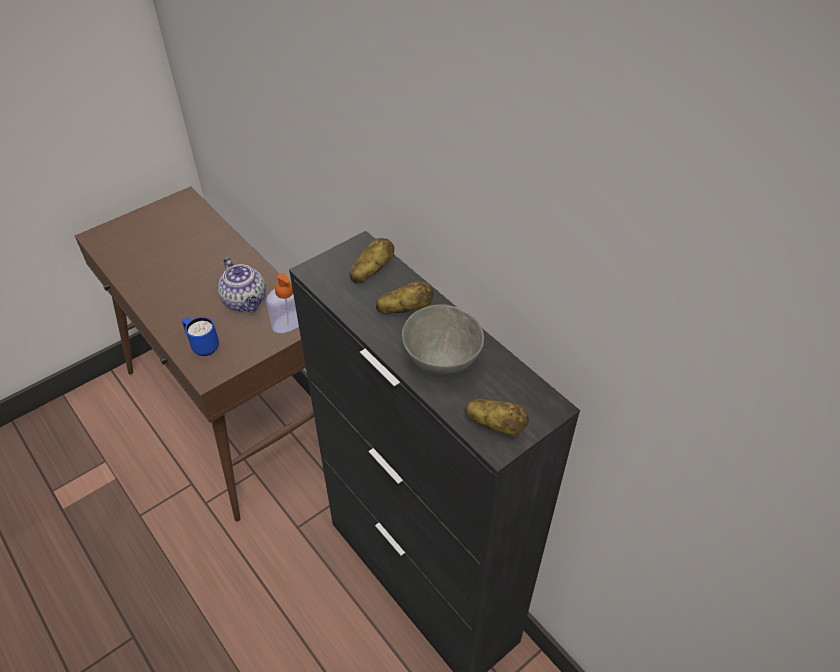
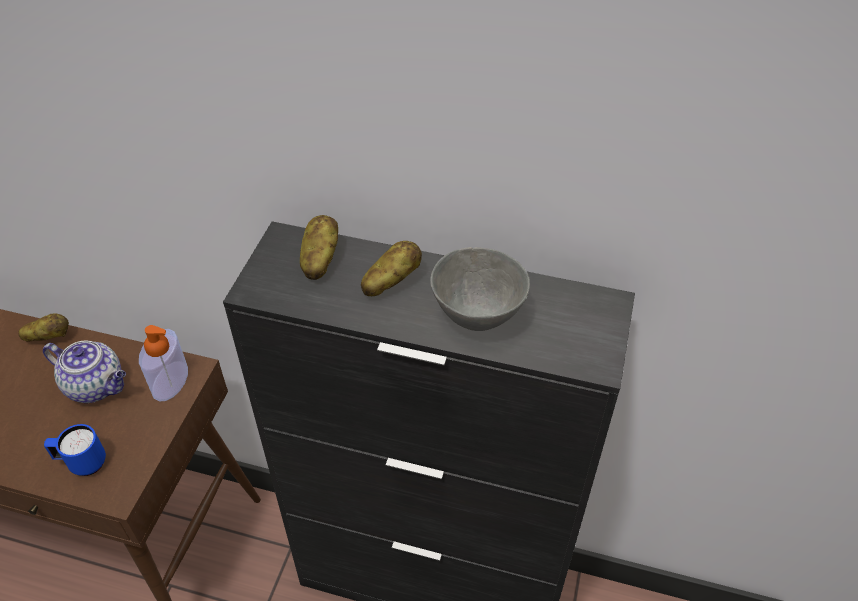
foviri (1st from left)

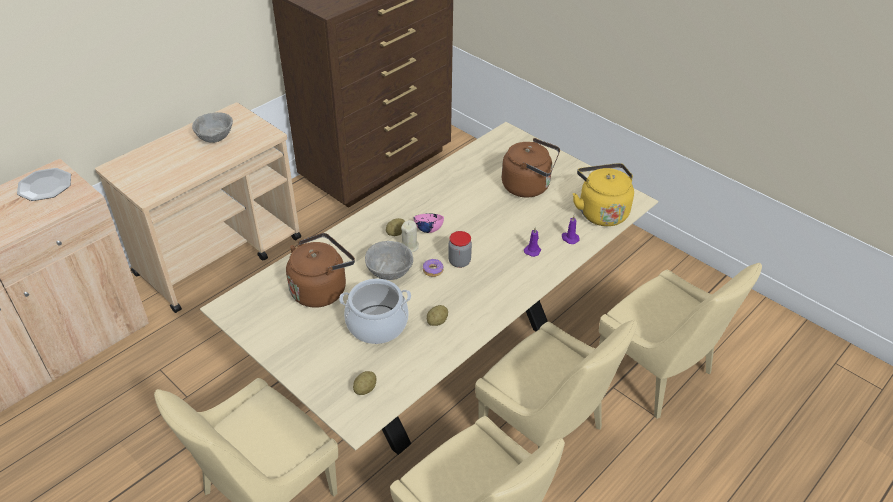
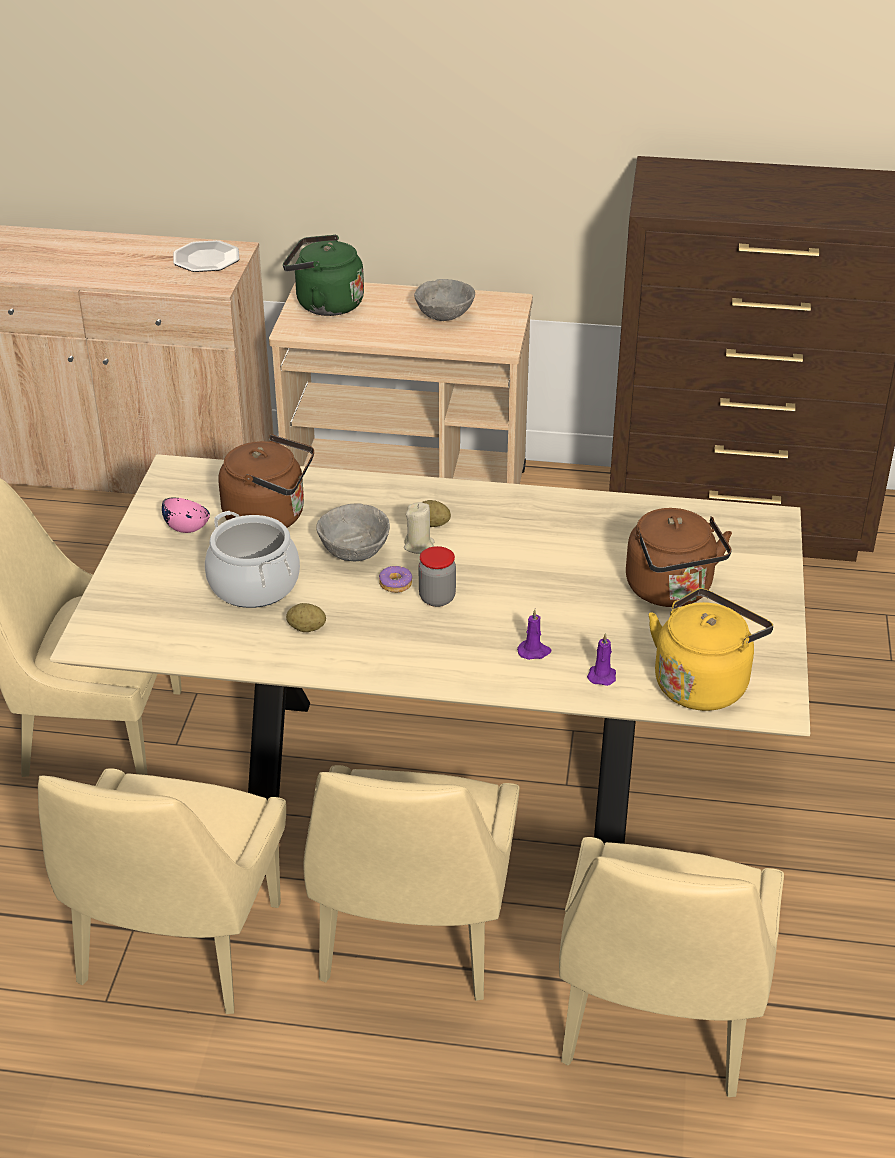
foviri (1st from left in the first image); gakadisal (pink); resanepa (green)

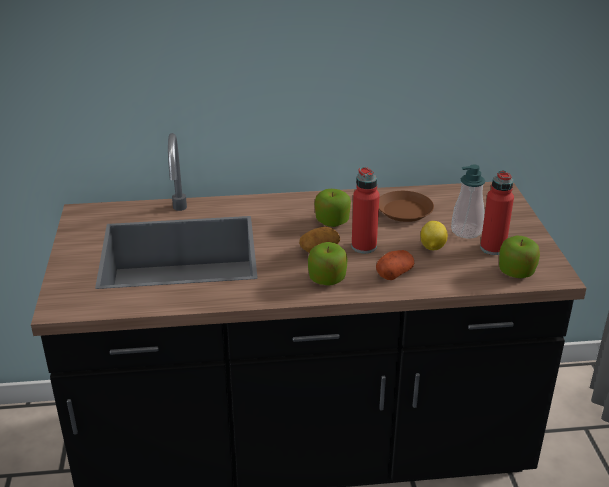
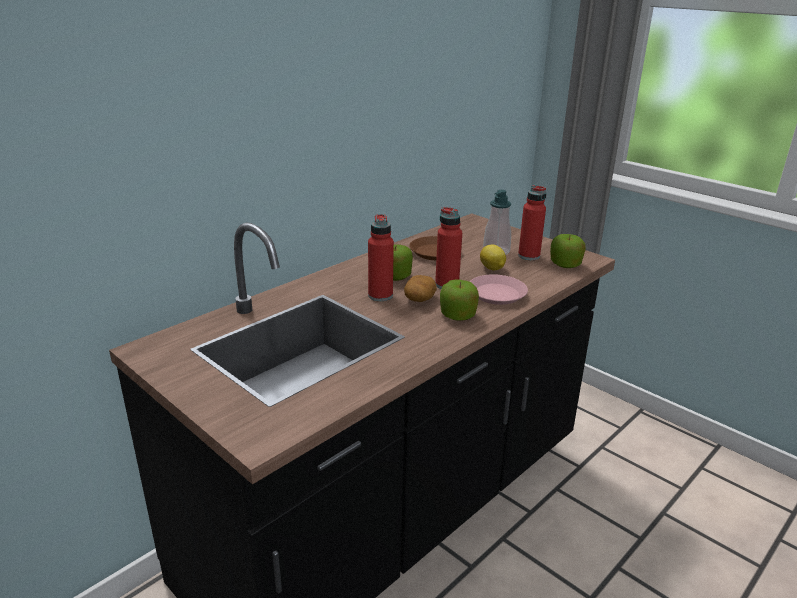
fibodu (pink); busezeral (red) (1st from left)

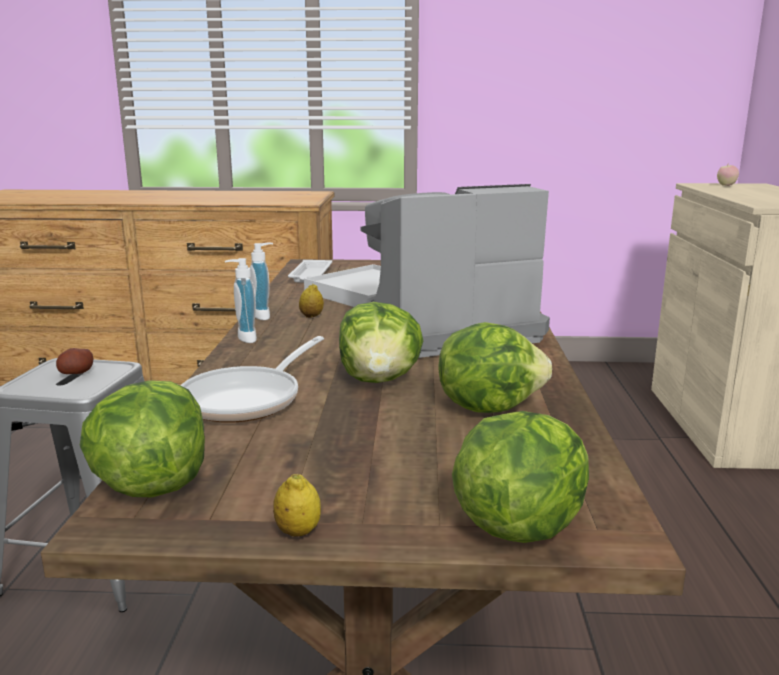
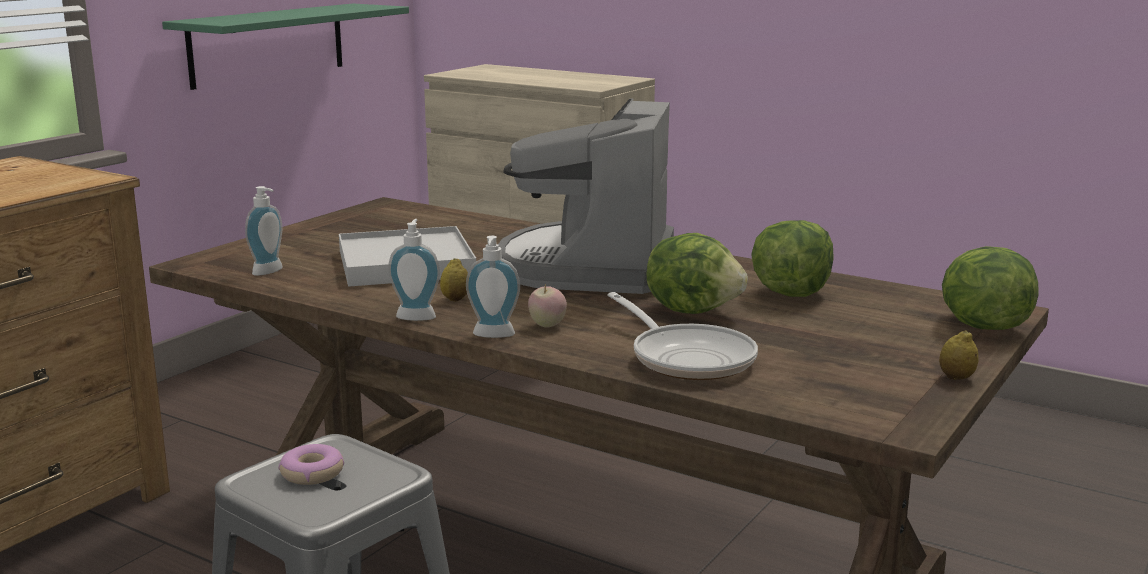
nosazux; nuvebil (1st from left in the first image); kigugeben (1st from left); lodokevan; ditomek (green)

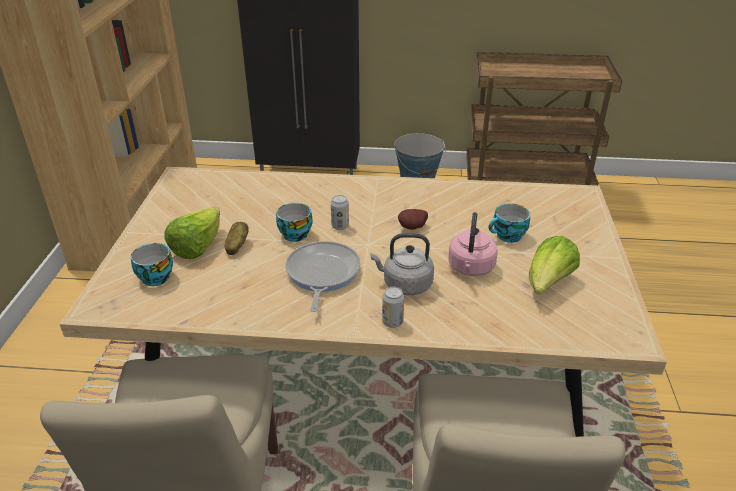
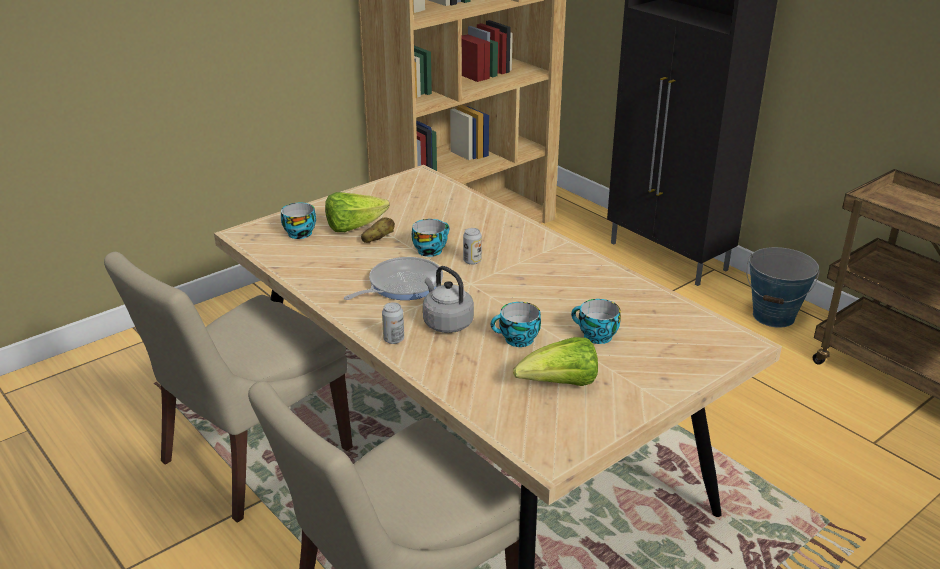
foviri (2nd from left in the first image); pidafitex (3rd from left)

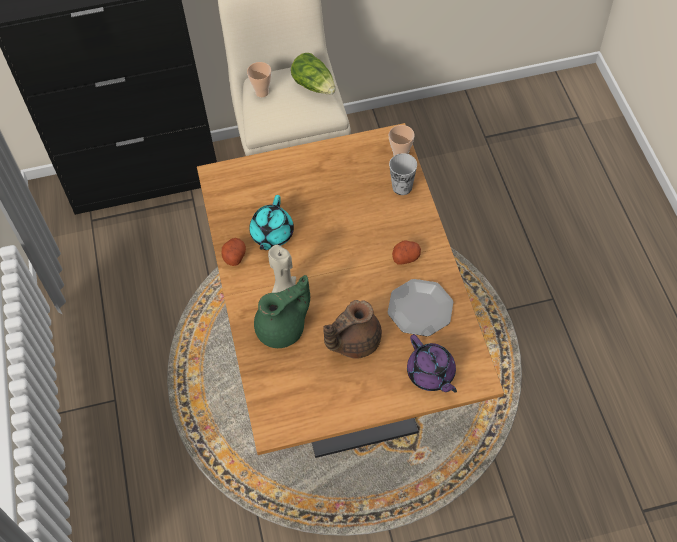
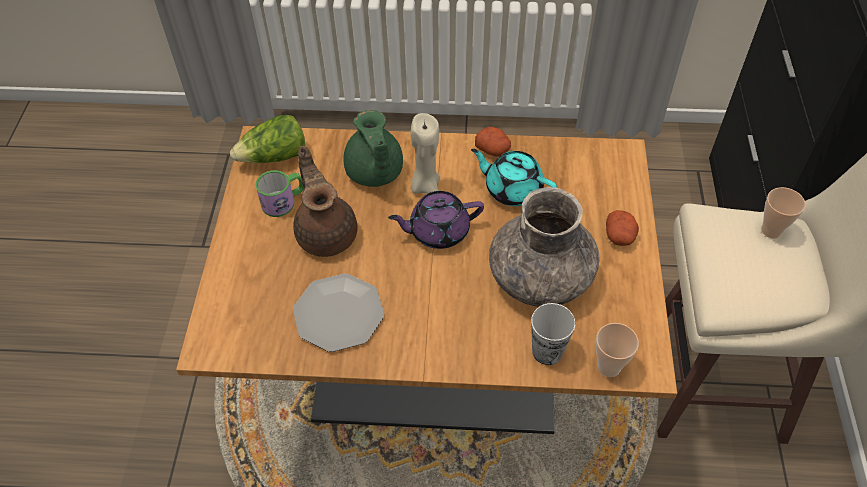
nuvebil; foviri (2nd from left); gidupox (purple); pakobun; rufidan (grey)

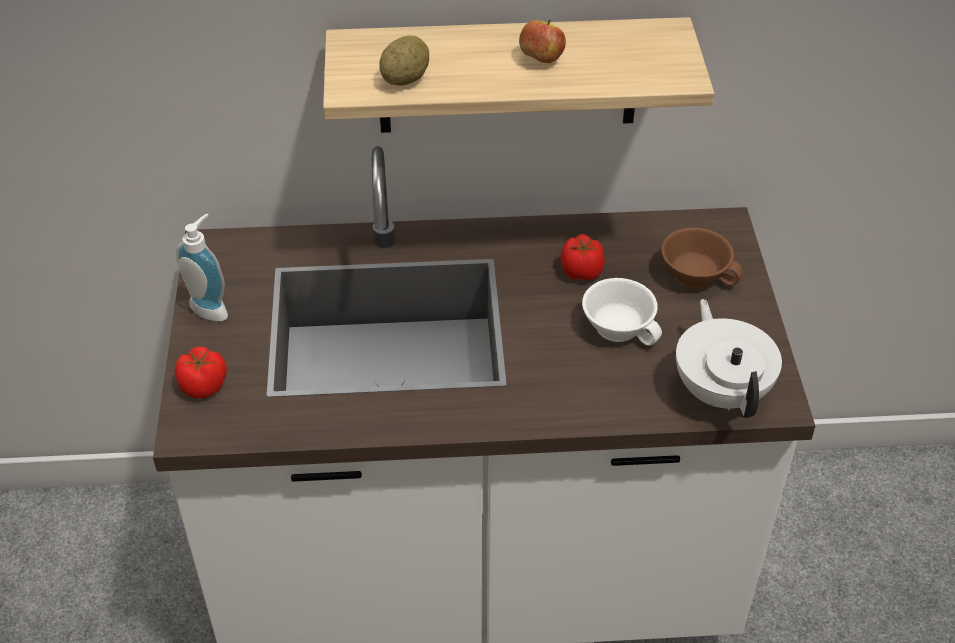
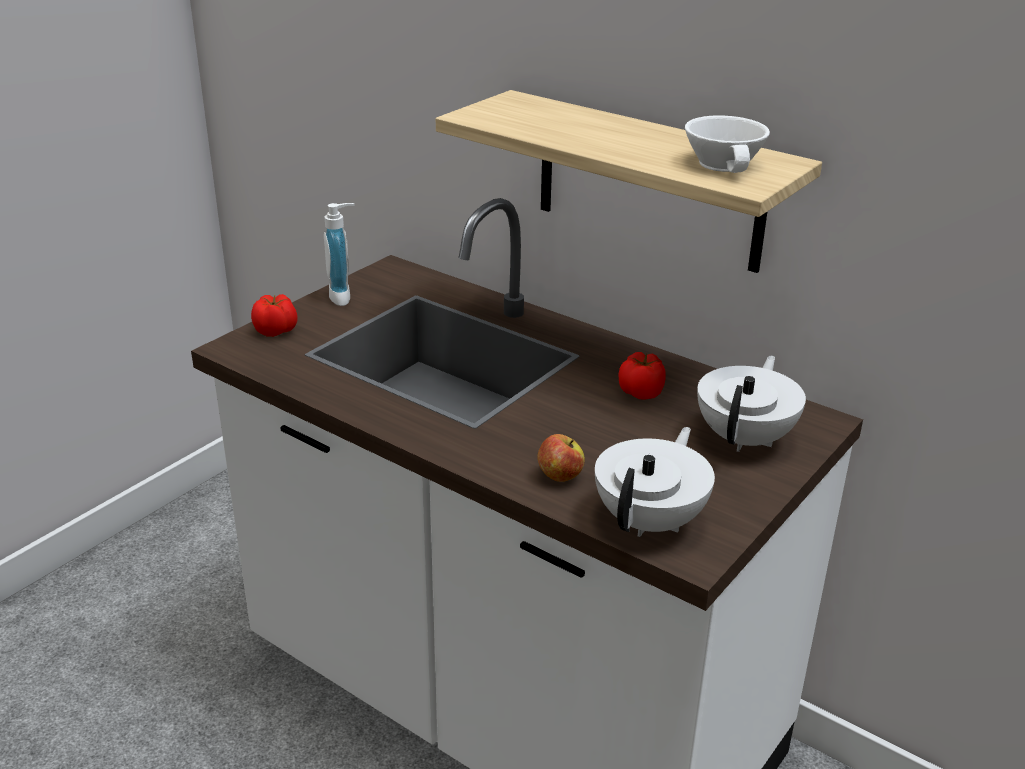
foviri; lodokevan; pidafitex (white); gidupox (white) (2nd from left)

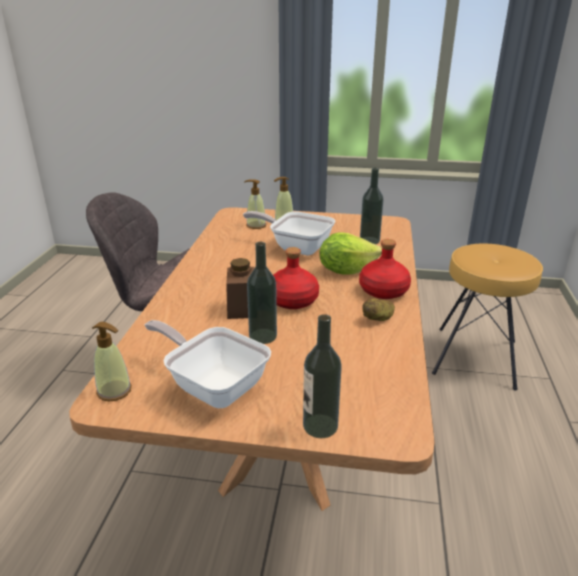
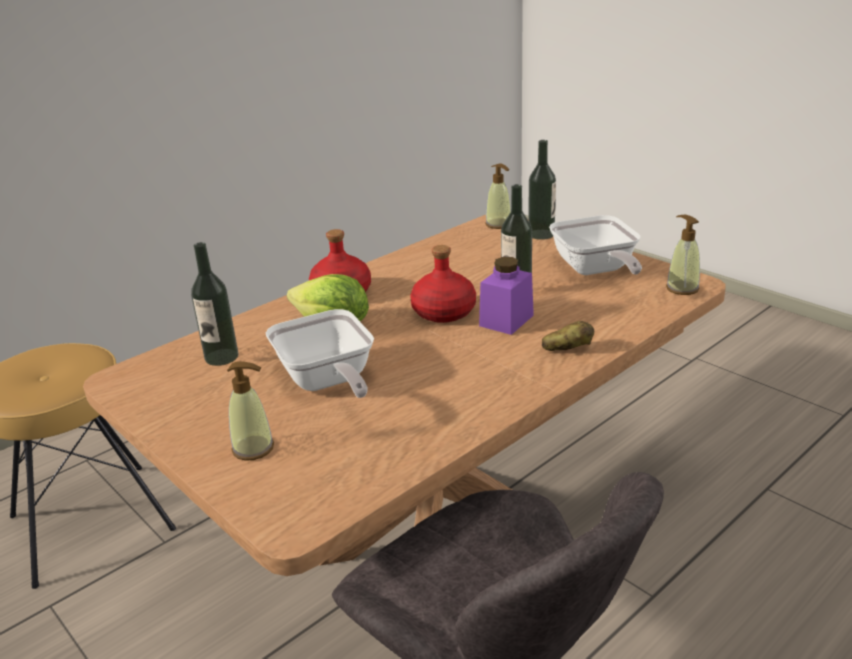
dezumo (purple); kigugeben (2nd from left); foviri

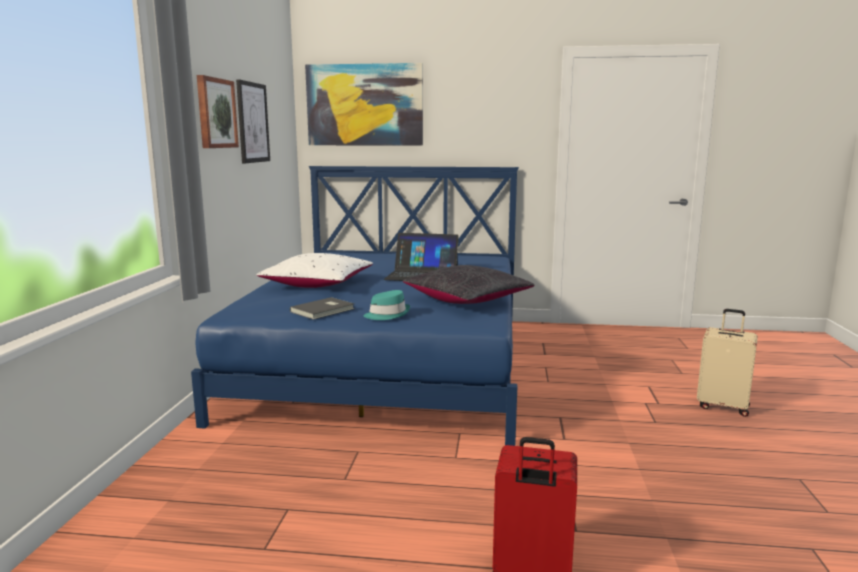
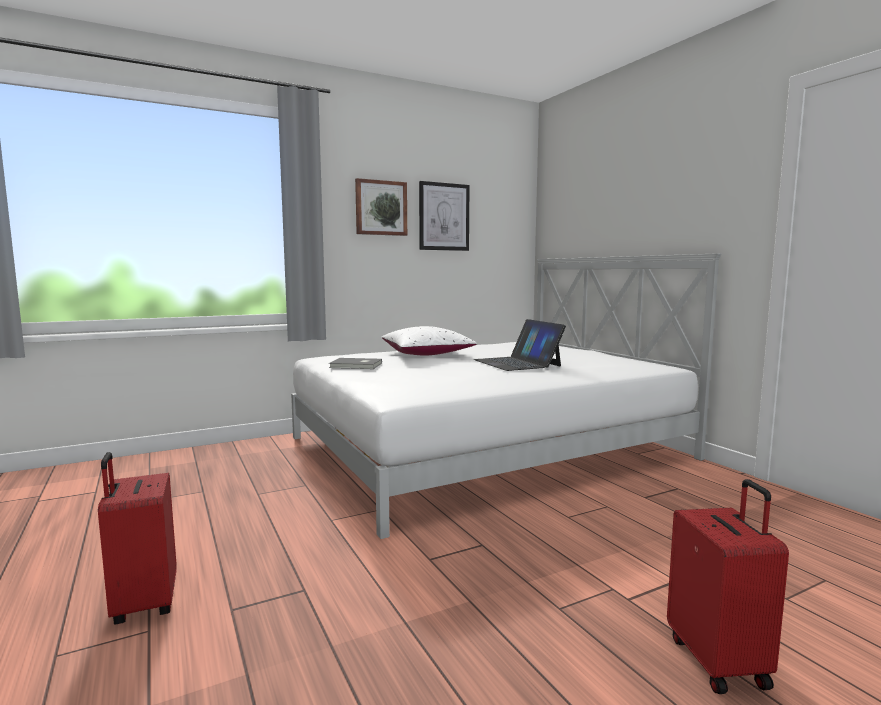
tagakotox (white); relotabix (3rd from left in the first image); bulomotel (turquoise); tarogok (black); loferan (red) (2nd from left)

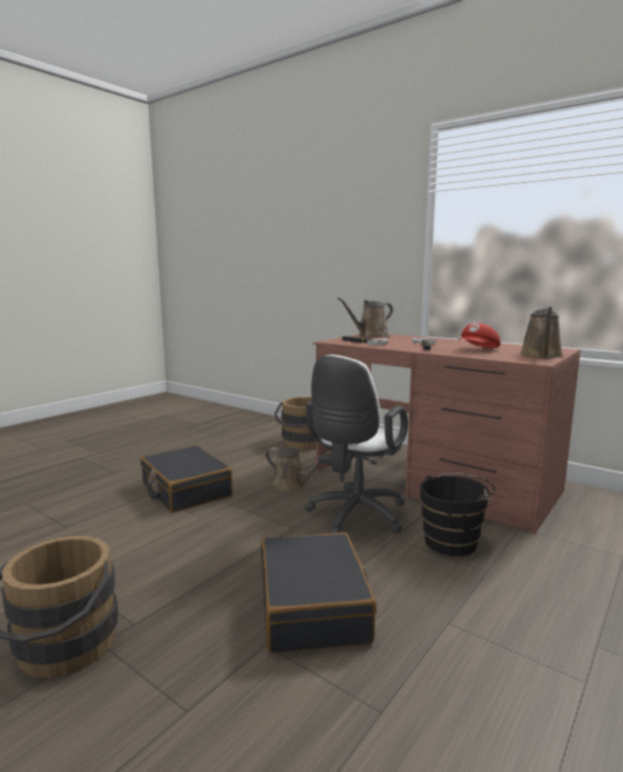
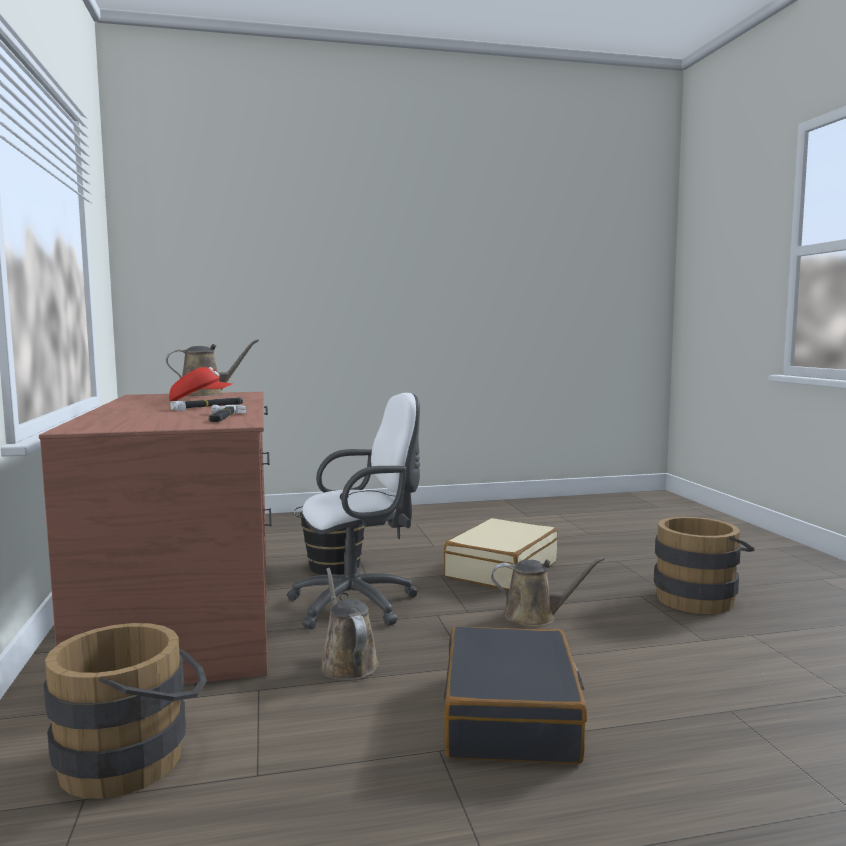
loferan (beige); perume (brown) (3rd from left)

